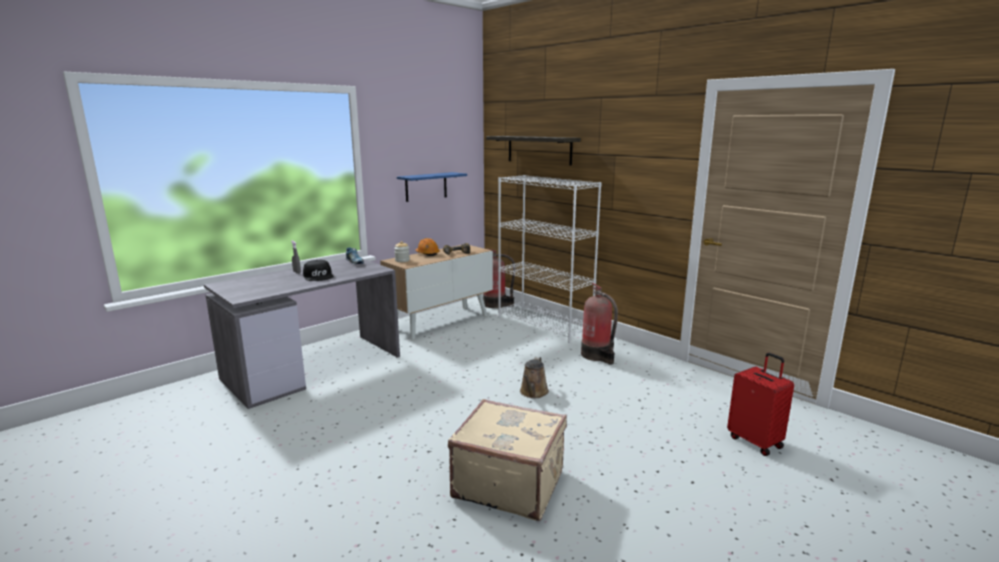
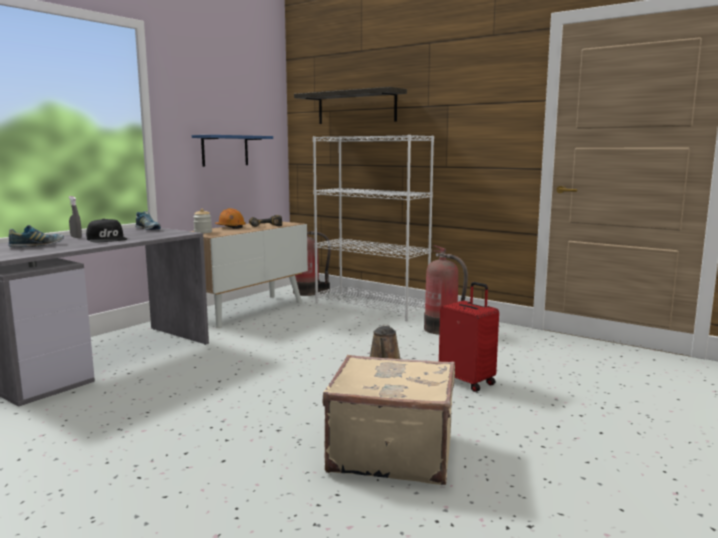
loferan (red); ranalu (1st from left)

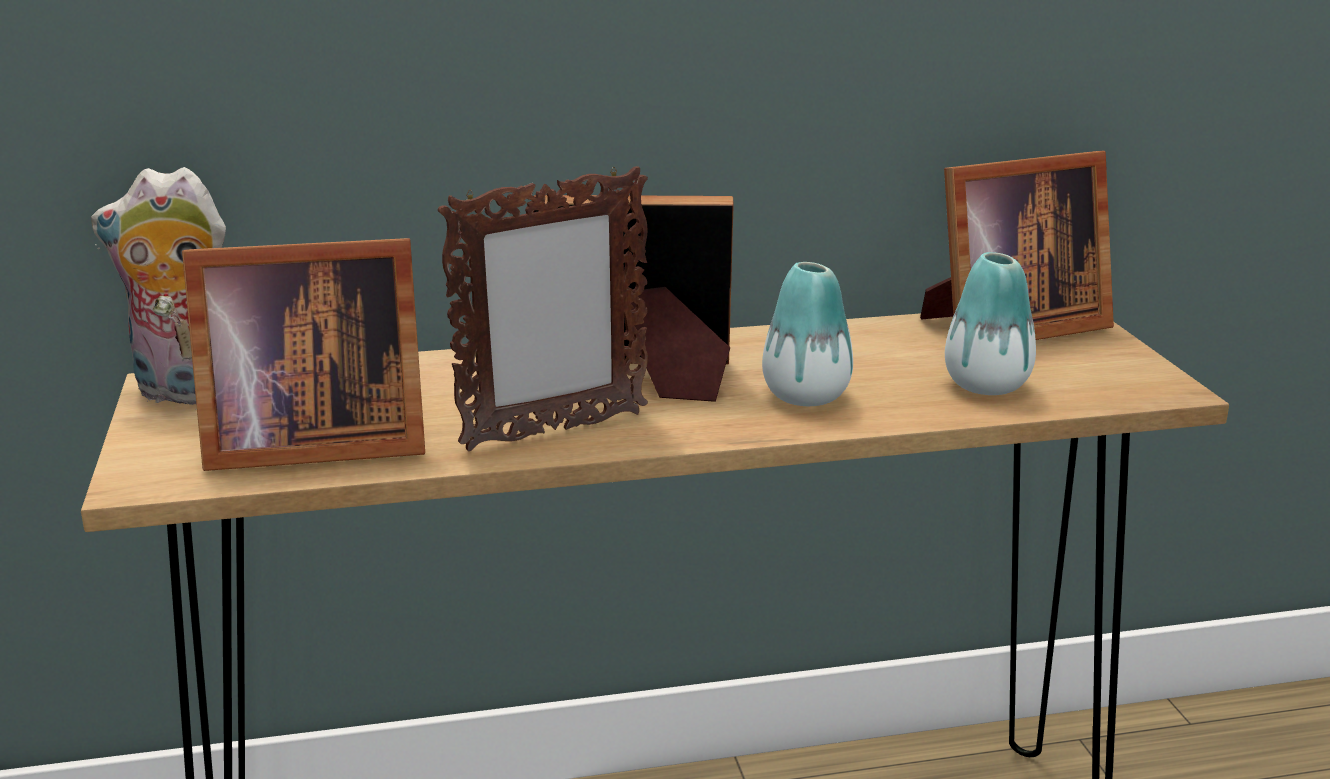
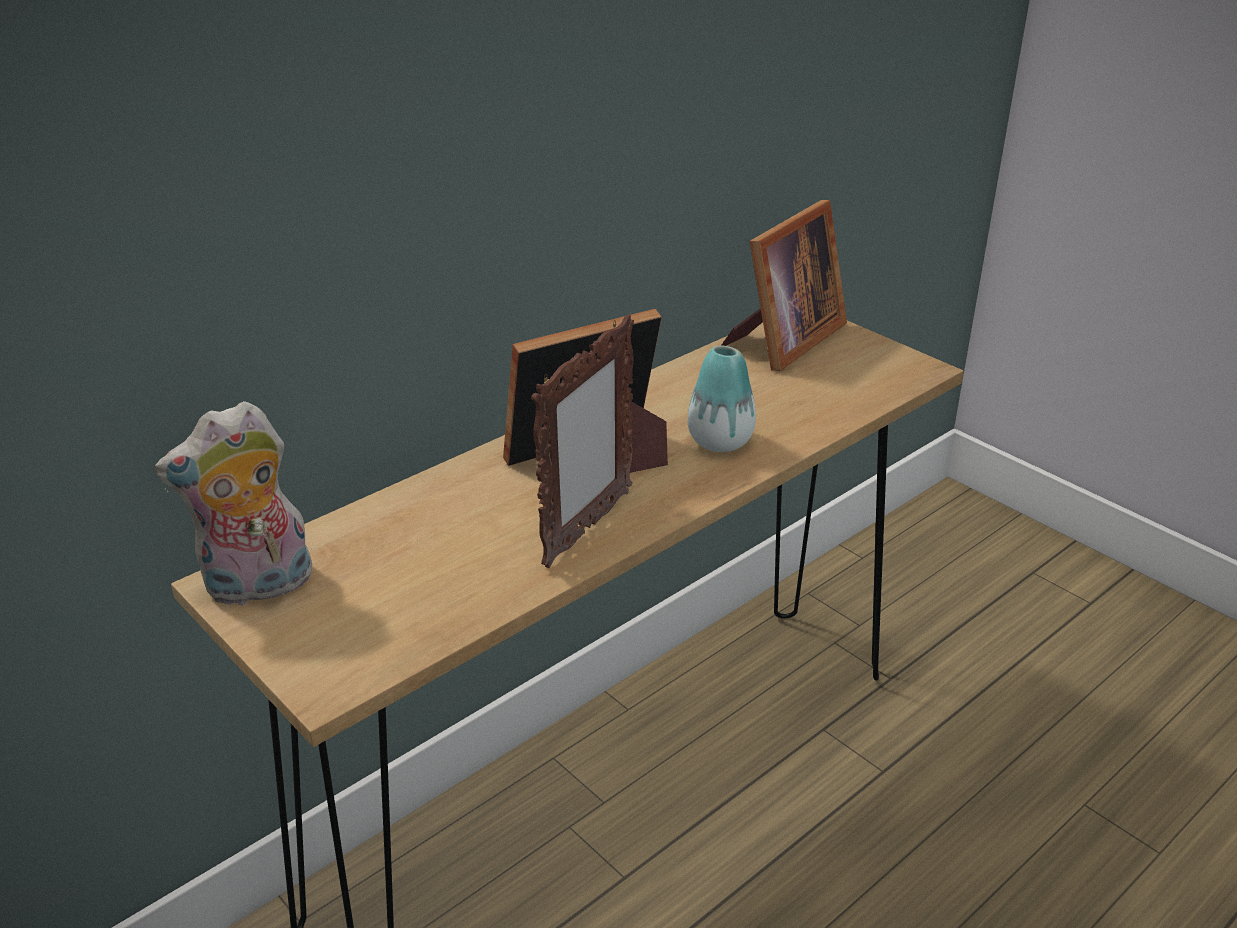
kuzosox (1st from left in the first image); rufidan (2nd from left in the first image)

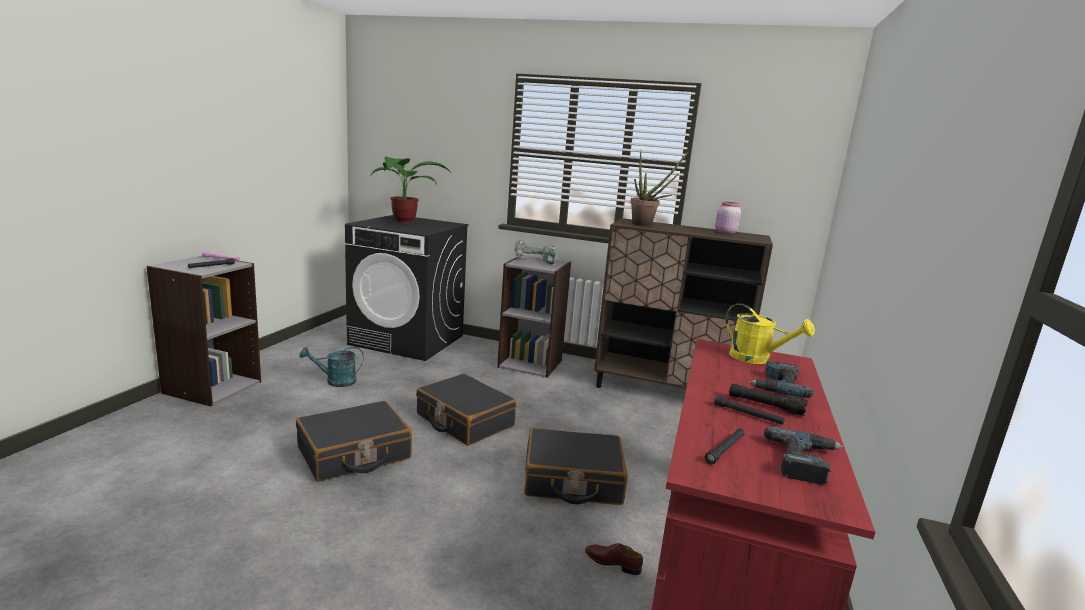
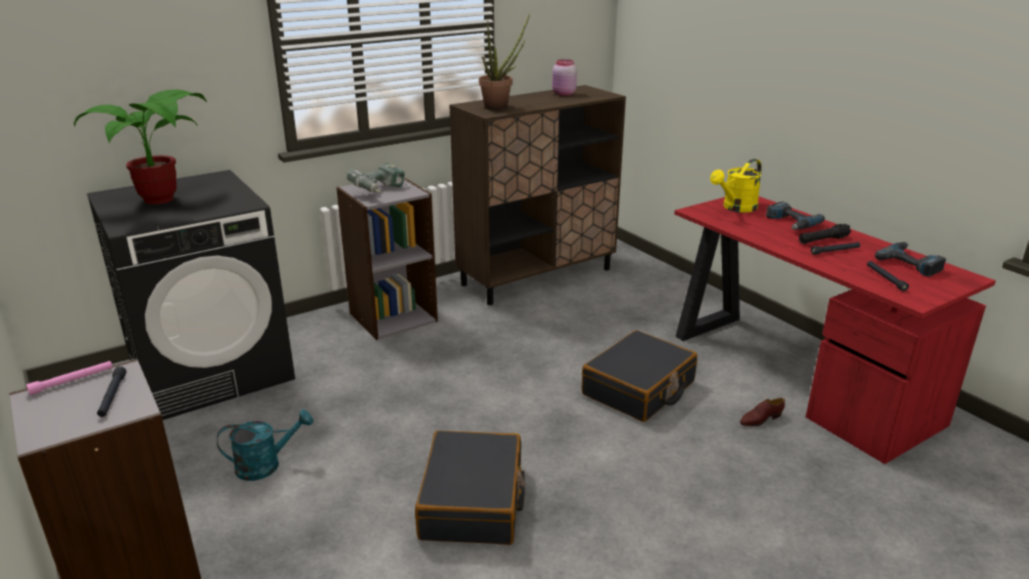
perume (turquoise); loferan (black) (2nd from left in the first image); perume (yellow)

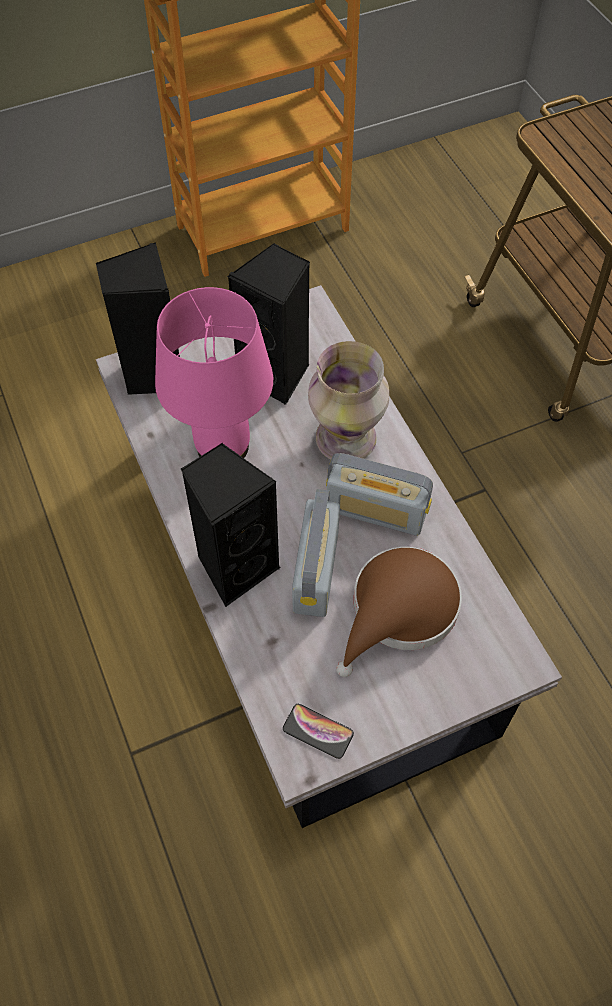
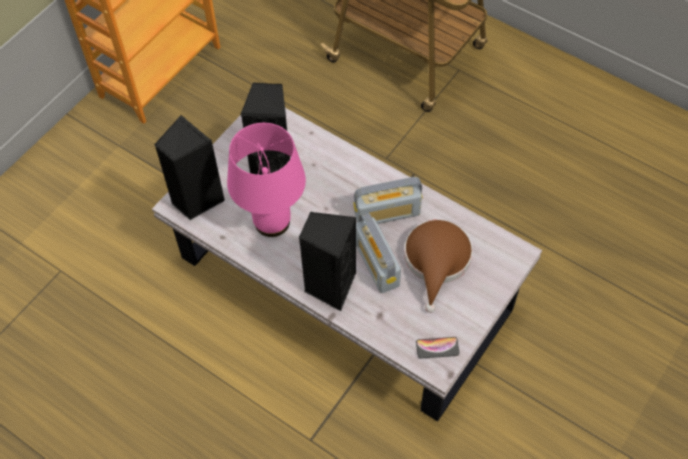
rufidan

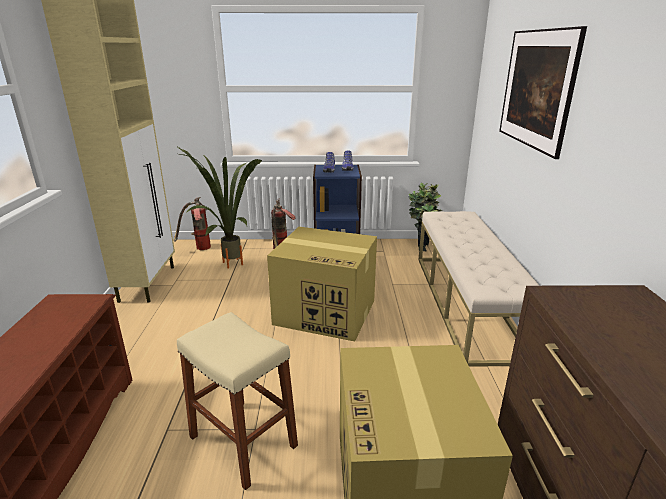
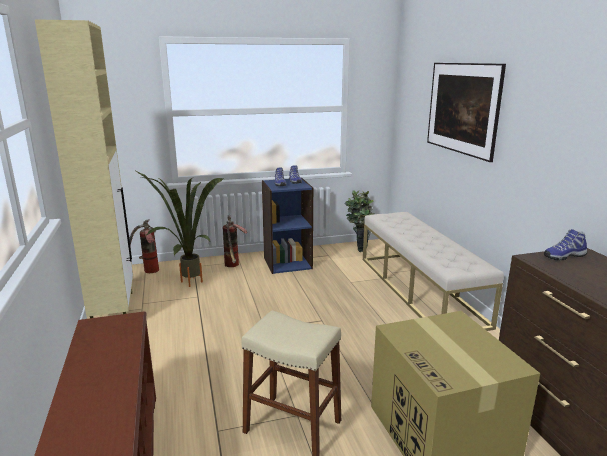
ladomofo (1st from left in the first image); ranalu (3rd from left)

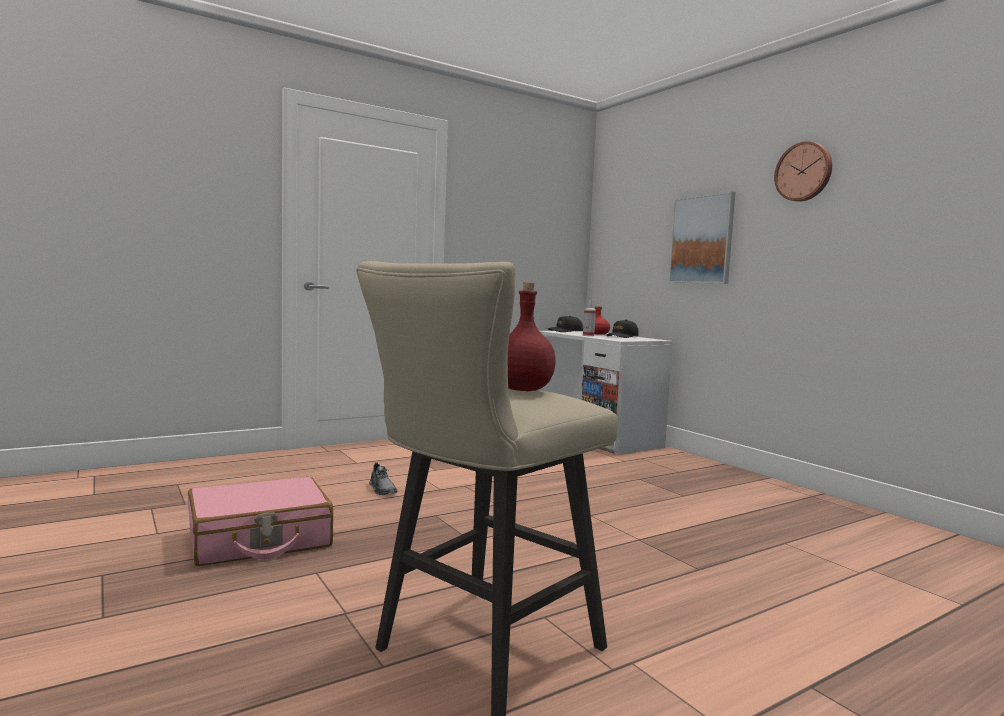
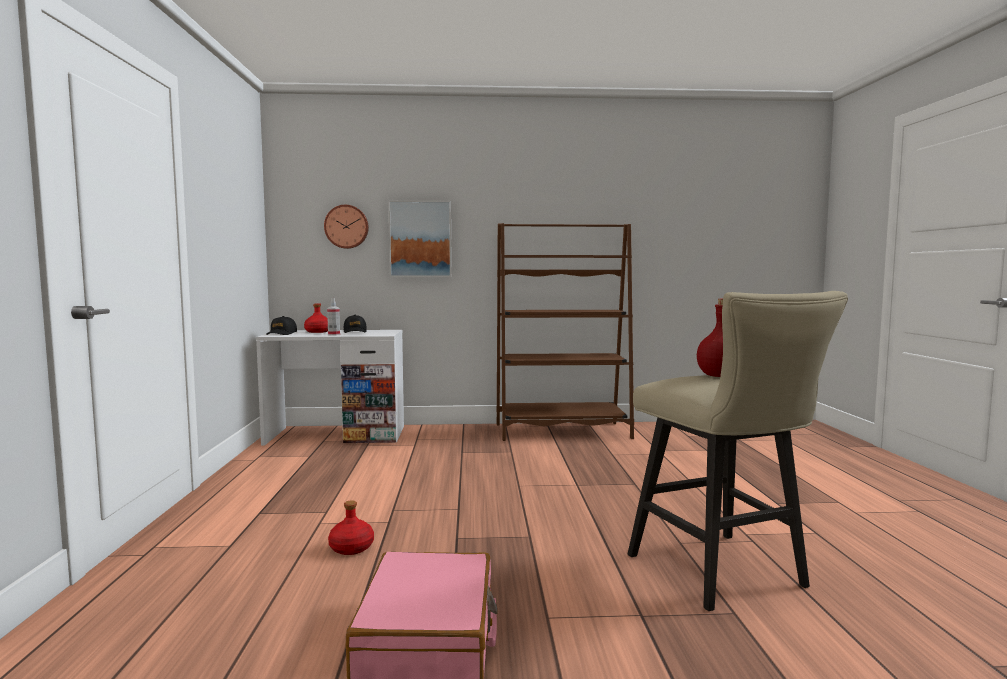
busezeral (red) (2nd from left); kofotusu; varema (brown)

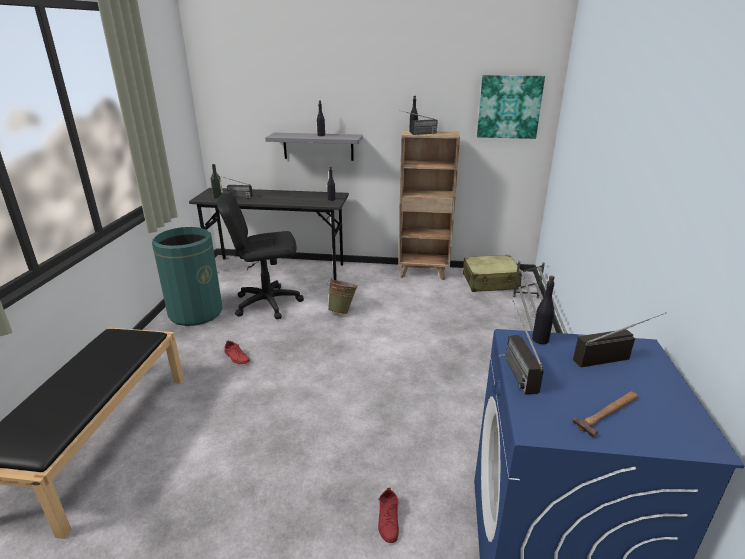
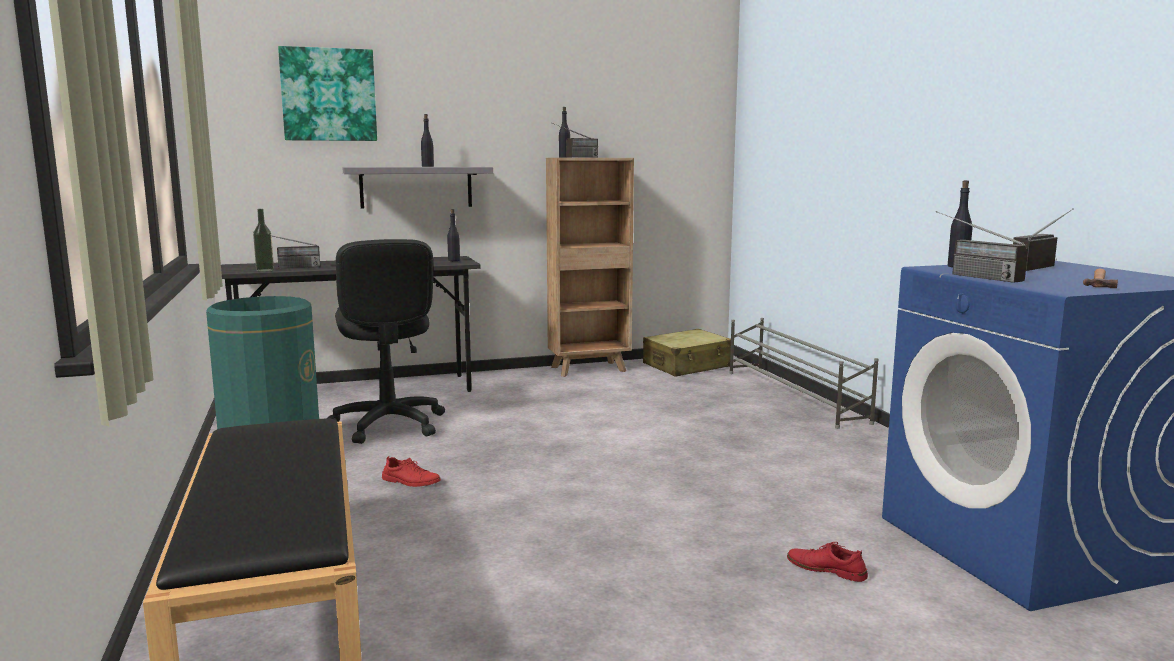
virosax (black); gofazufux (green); ranalu (red) (2nd from left); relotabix

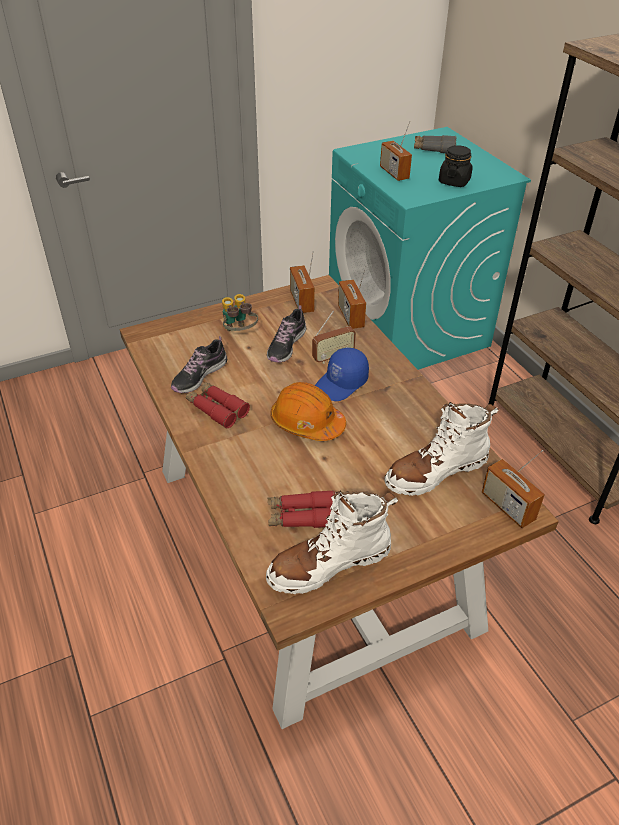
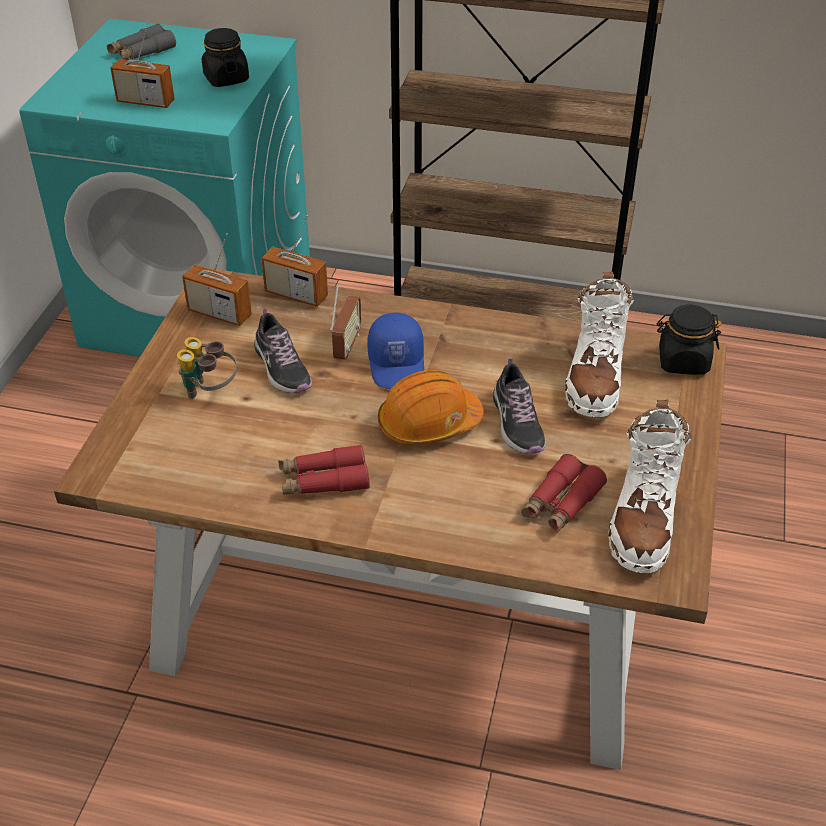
ranalu (2nd from left); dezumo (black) (2nd from left)

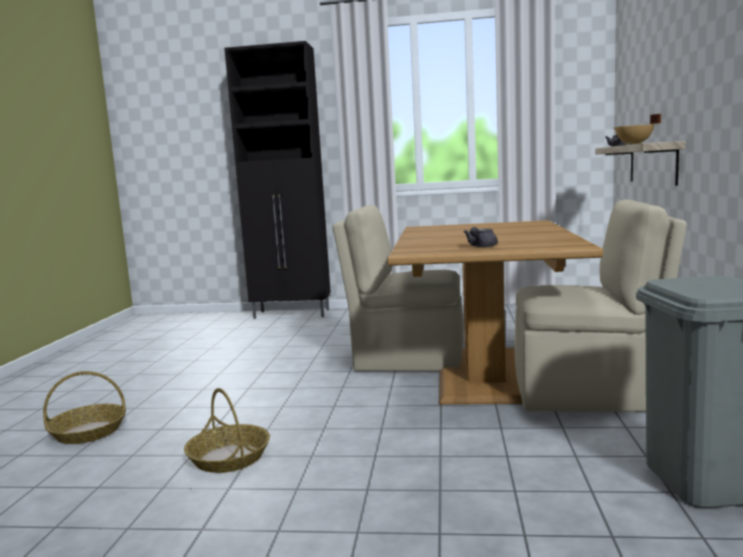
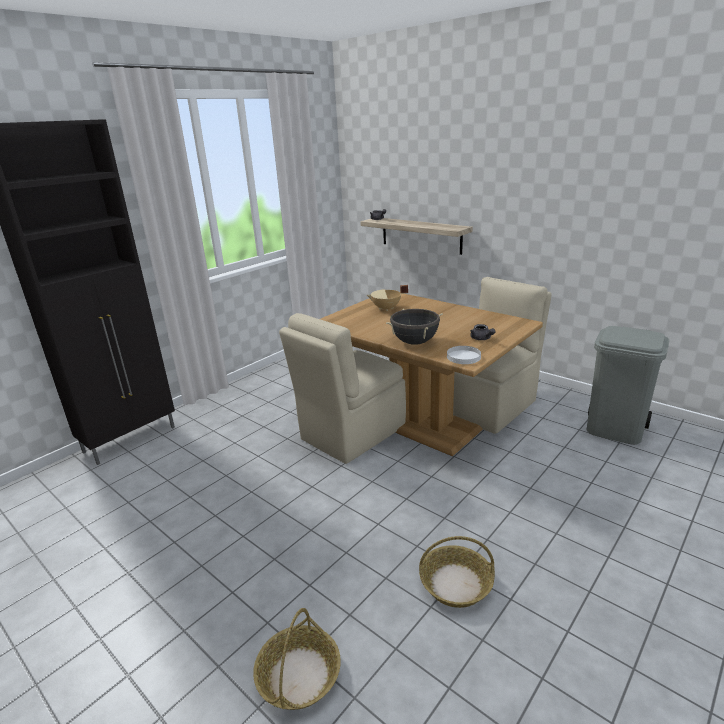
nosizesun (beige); nosizesun (black); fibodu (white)

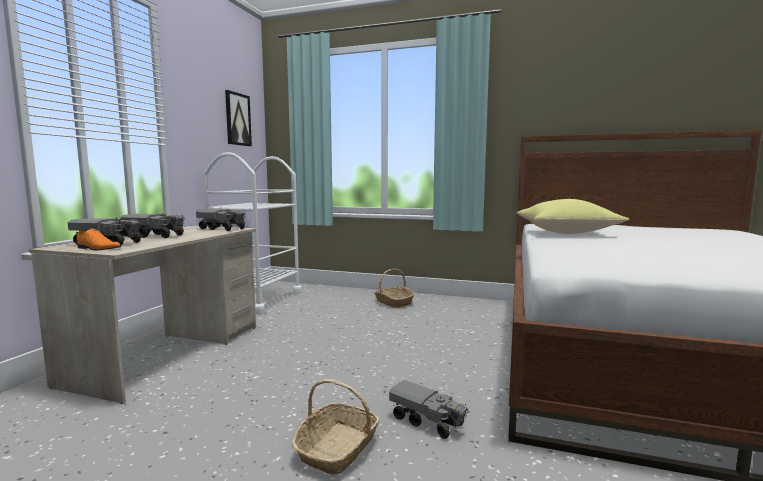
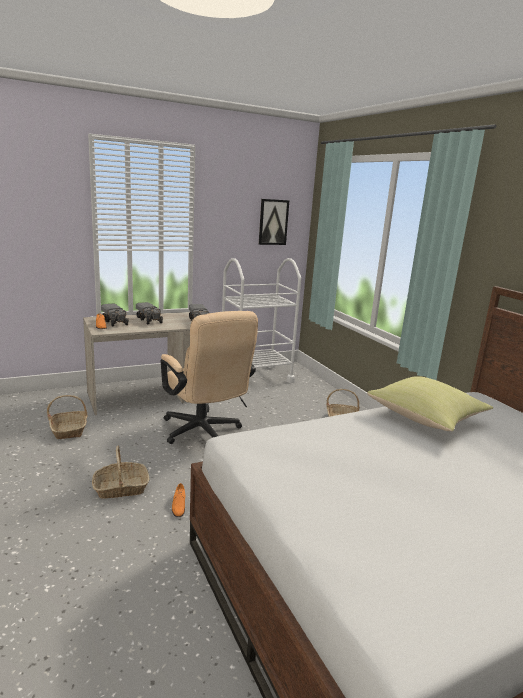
ranalu (orange) (2nd from left); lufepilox (1st from left); virosax (beige)

